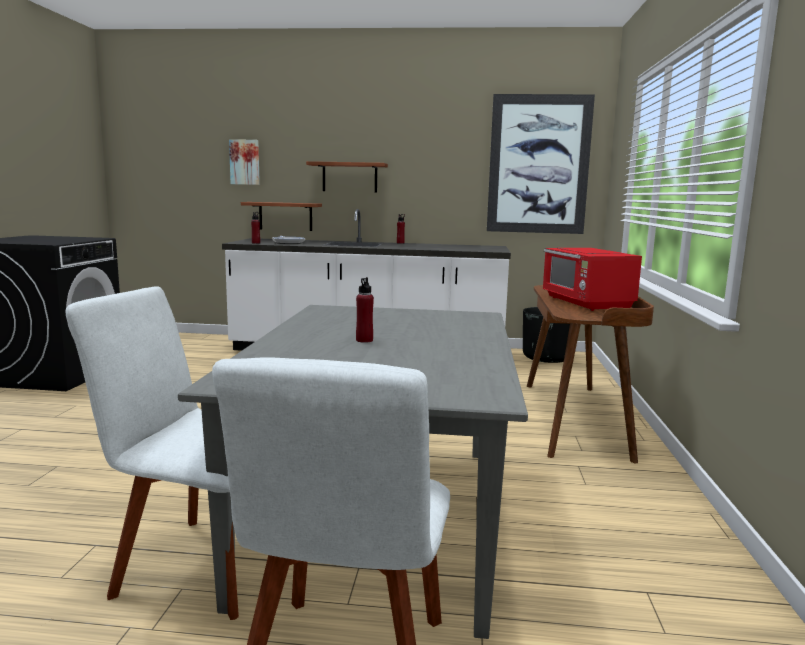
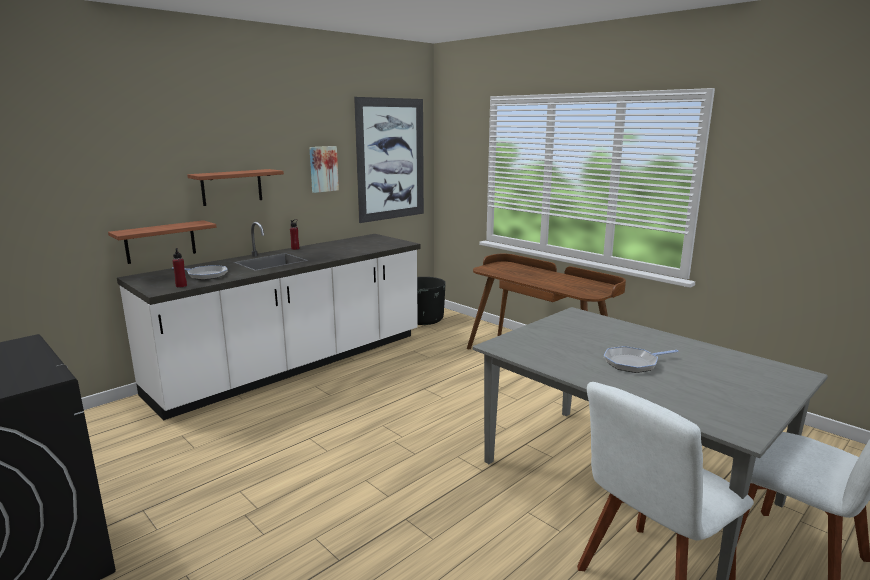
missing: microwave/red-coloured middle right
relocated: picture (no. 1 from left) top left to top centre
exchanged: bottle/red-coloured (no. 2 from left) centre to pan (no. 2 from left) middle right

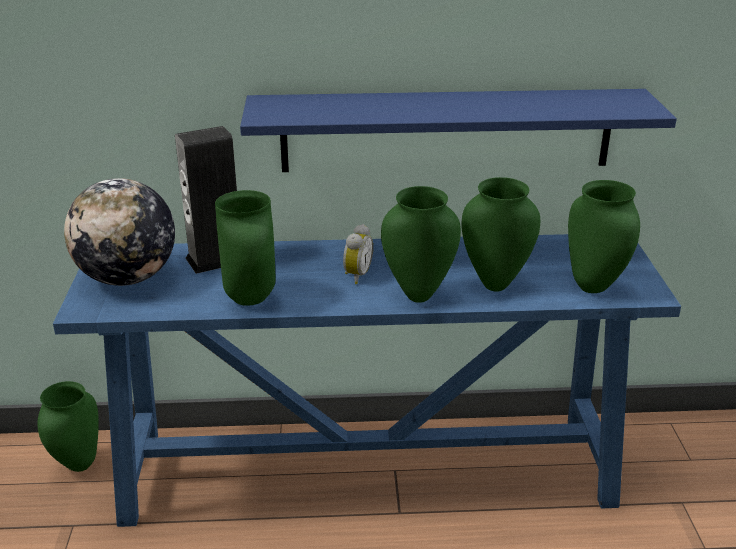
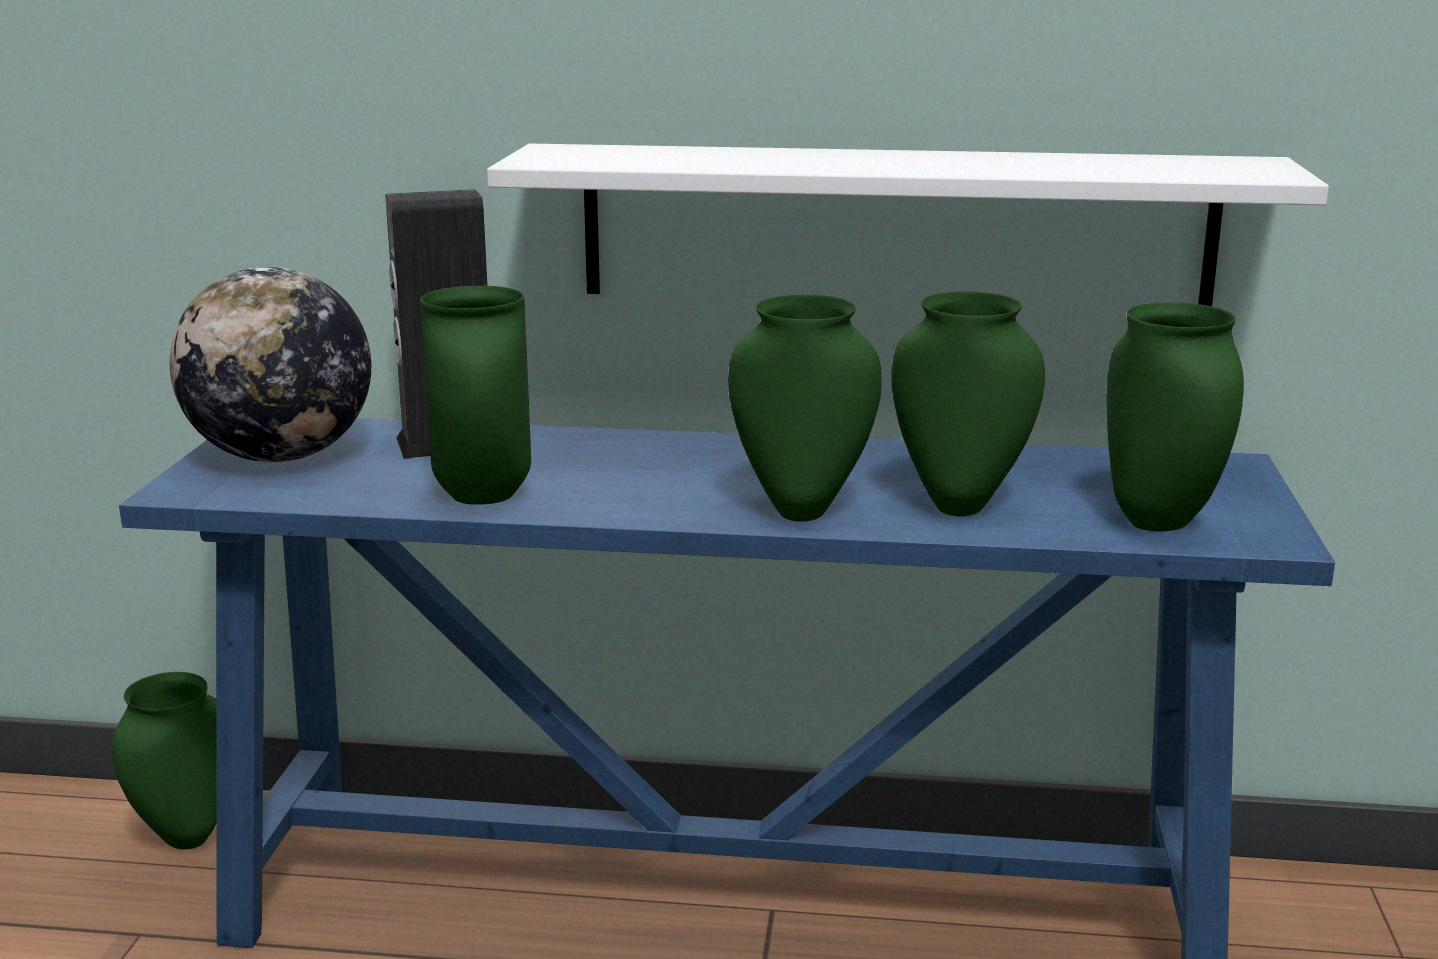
missing: table clock centre
colour: shelf/bluish top centre to shelf/whitish top centre

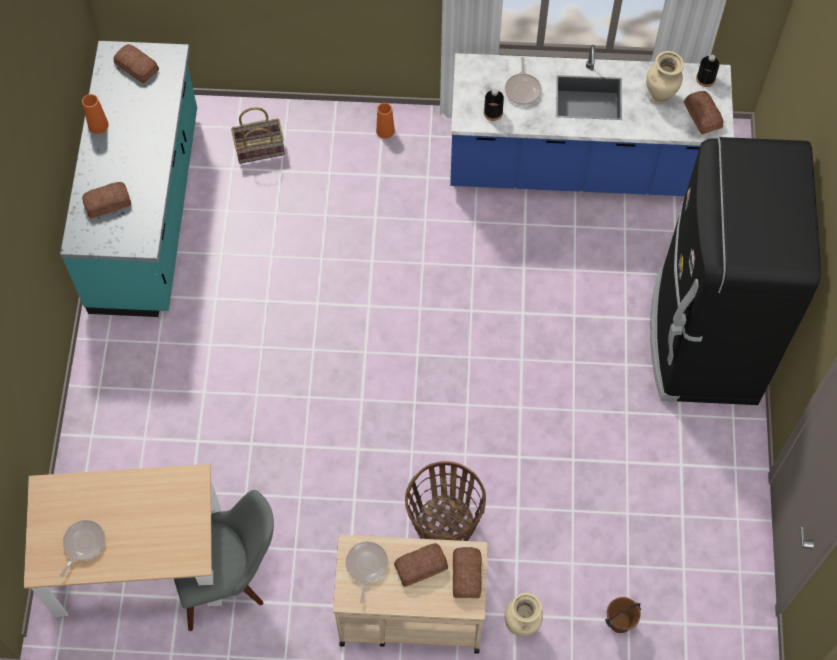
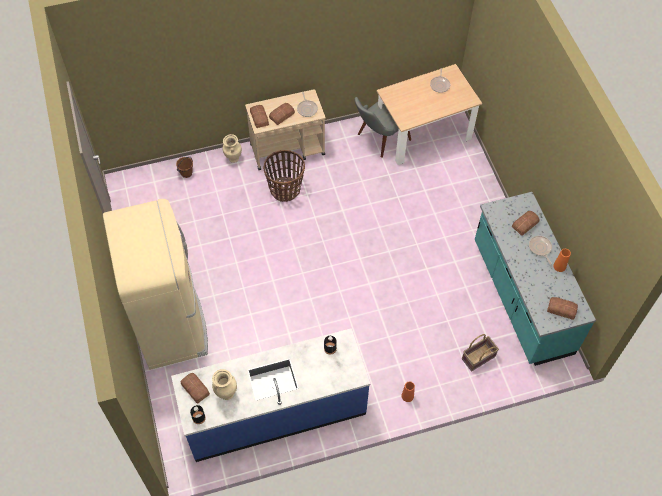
relocated: pan (no. 3 from left) top centre to middle right
colour: kitchen fridge/black-coloured middle right to kitchen fridge/sand-coloured middle left

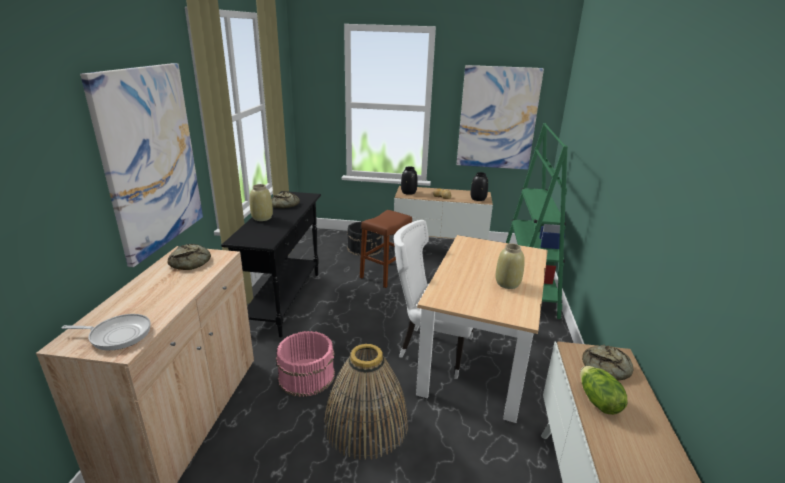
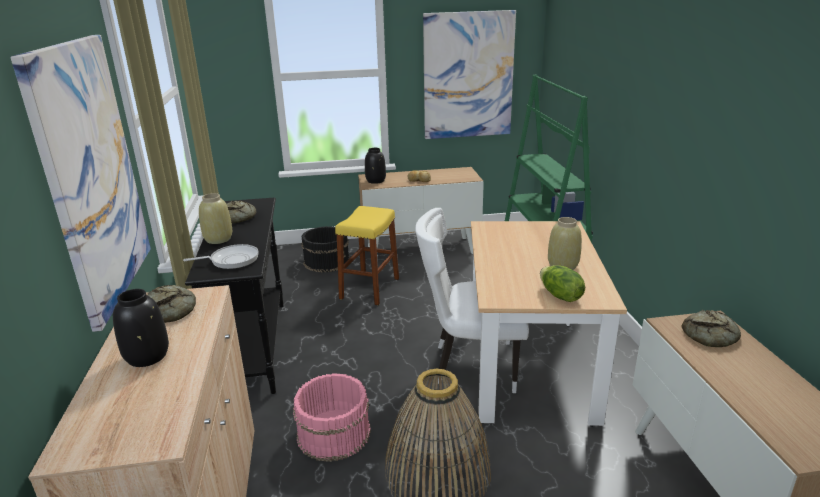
relocated: pan bottom left to middle left; vase/black-coloured (no. 2 from left in the first image) centre to vase/black-coloured (no. 1 from left) middle left; head of lettuce bottom right to middle right
colour: stool seat/brownish centre to stool seat/yellowish centre

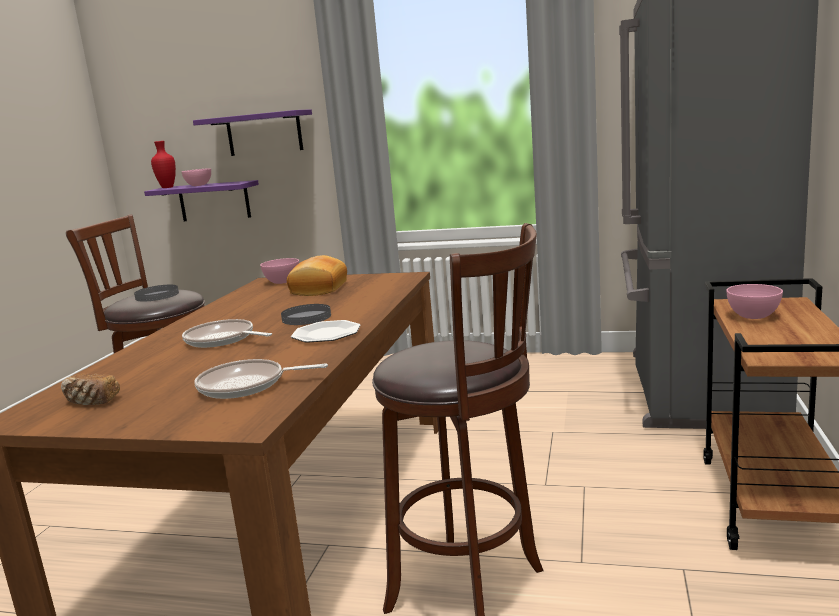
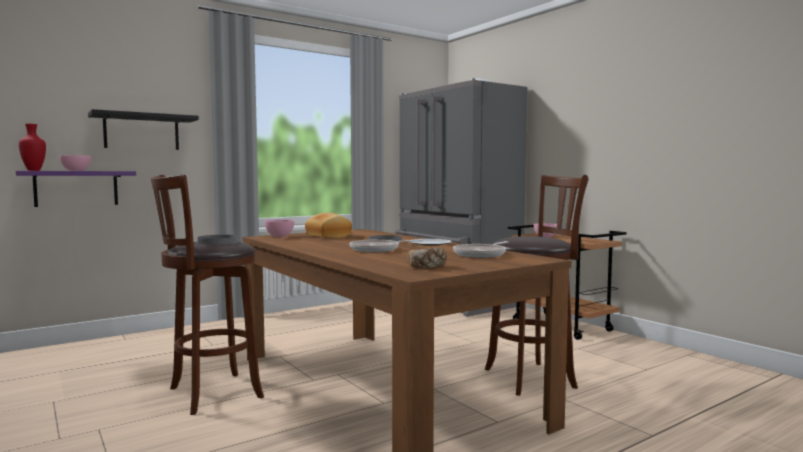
colour: shelf/purple (no. 2 from left) top left to shelf/black-coloured top left

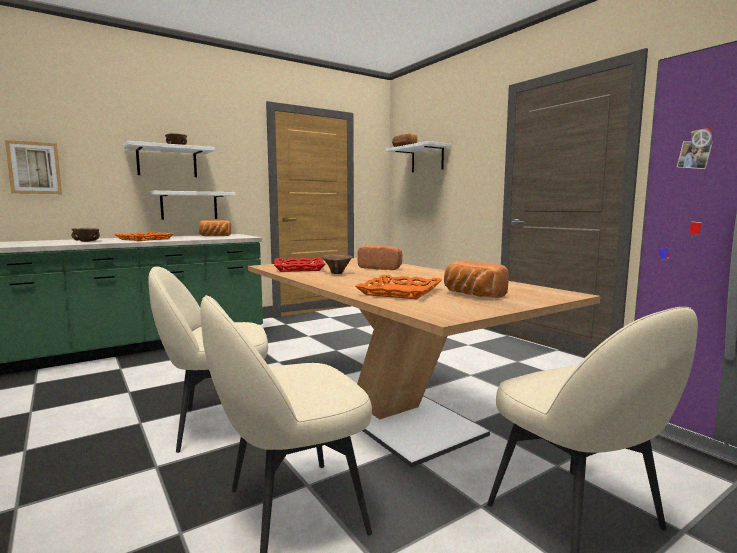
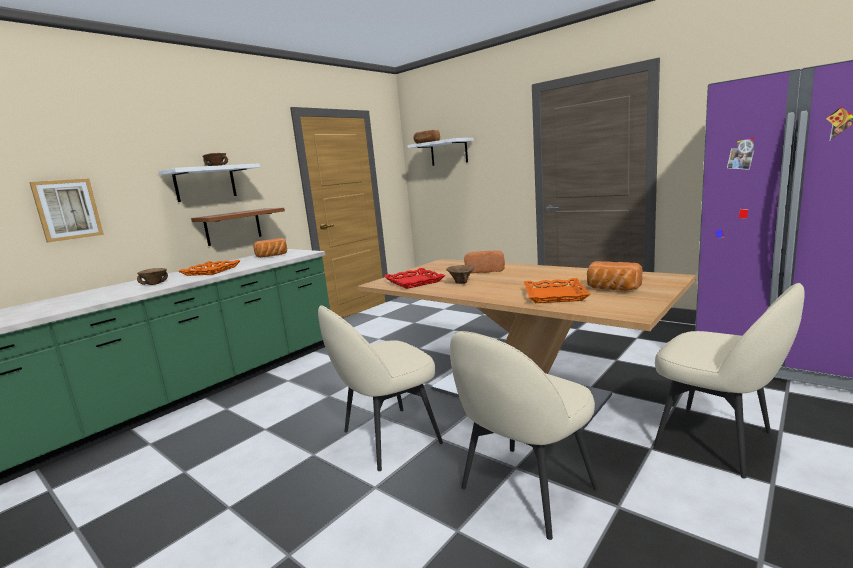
colour: shelf/whitish (no. 2 from left) middle left to shelf/brownish middle left

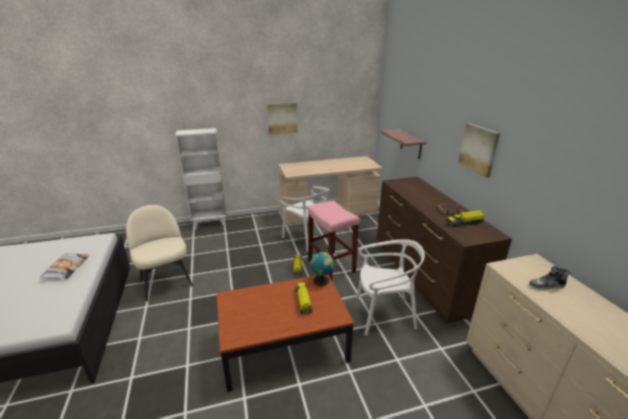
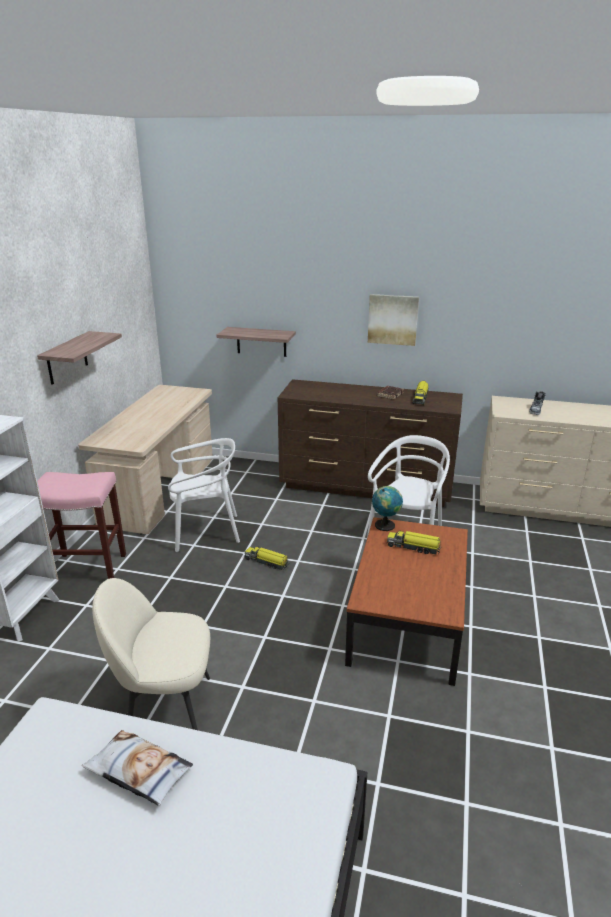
relocated: stool seat/pink-coloured centre to middle left
exchanged: picture (no. 1 from left) top centre to shelf (no. 1 from left) middle left

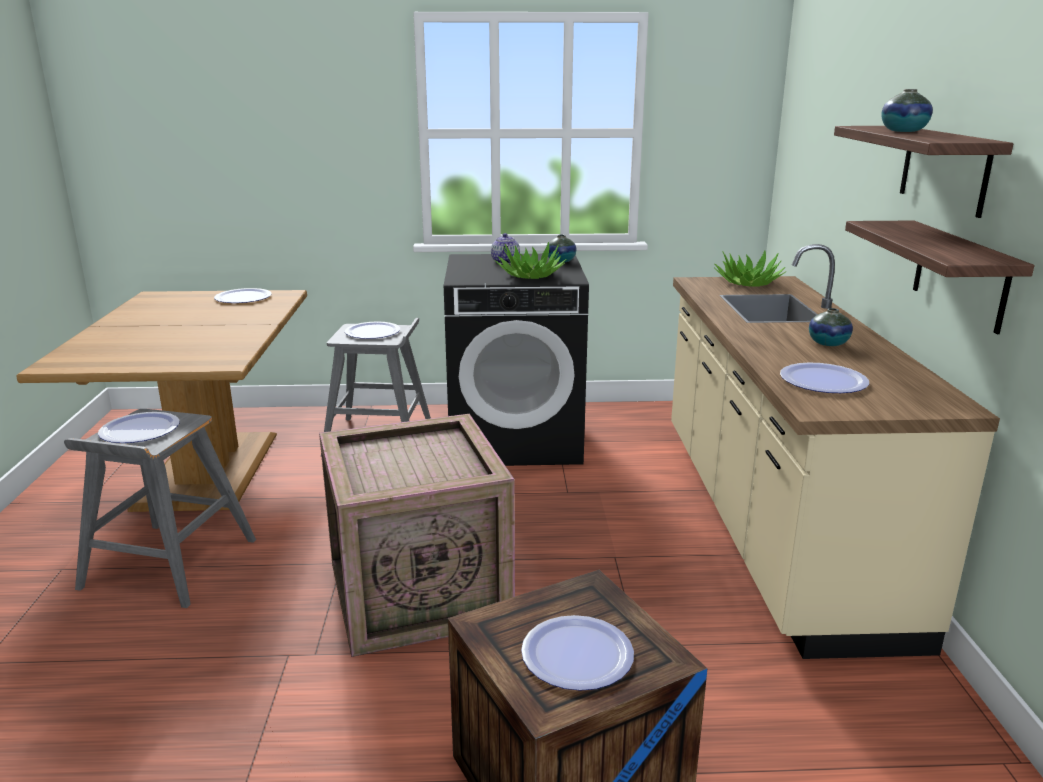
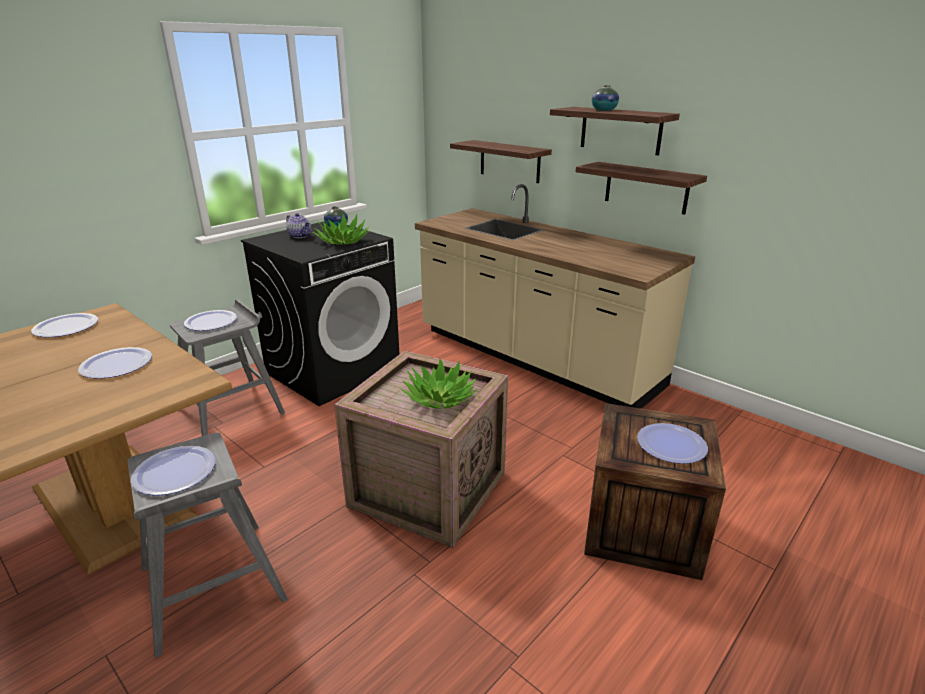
missing: vase (no. 2 from left) middle right
appeared: shelf (no. 1 from left) top centre
relocated: plant in a pot (no. 2 from left) middle right to centre; plate (no. 5 from left in the first image) middle right to plate (no. 2 from left) middle left

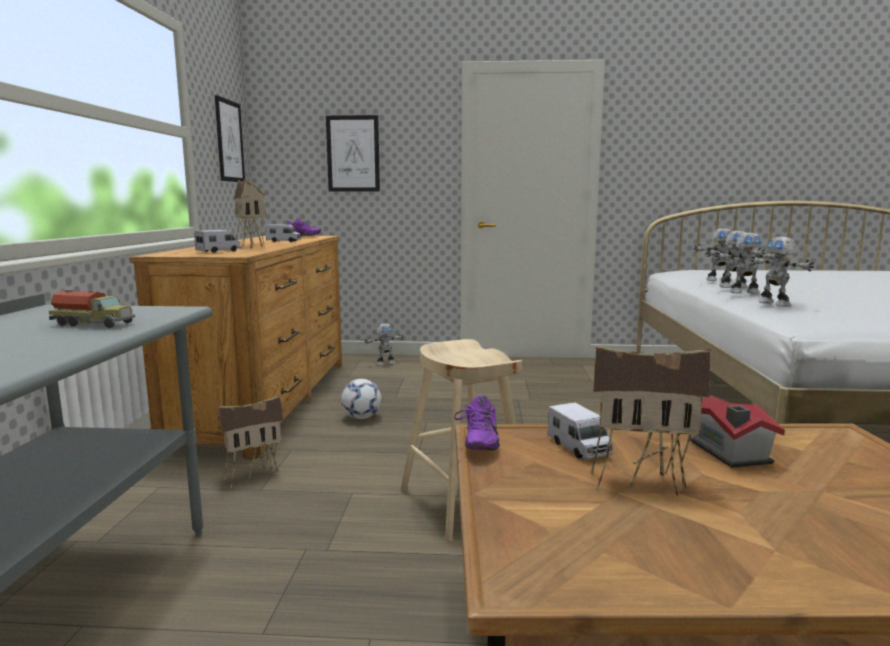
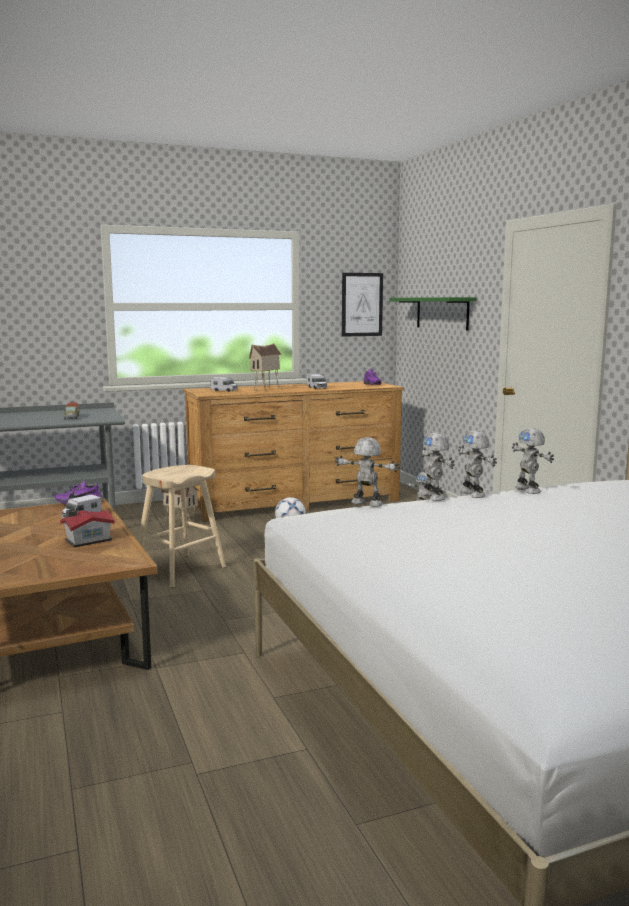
missing: toy house (no. 3 from left) middle right
exchanged: picture (no. 2 from left) top centre to shelf/greenish middle right
spun: toy robot (no. 5 from left in the first image) middle right = centre 75 degrees clockwise

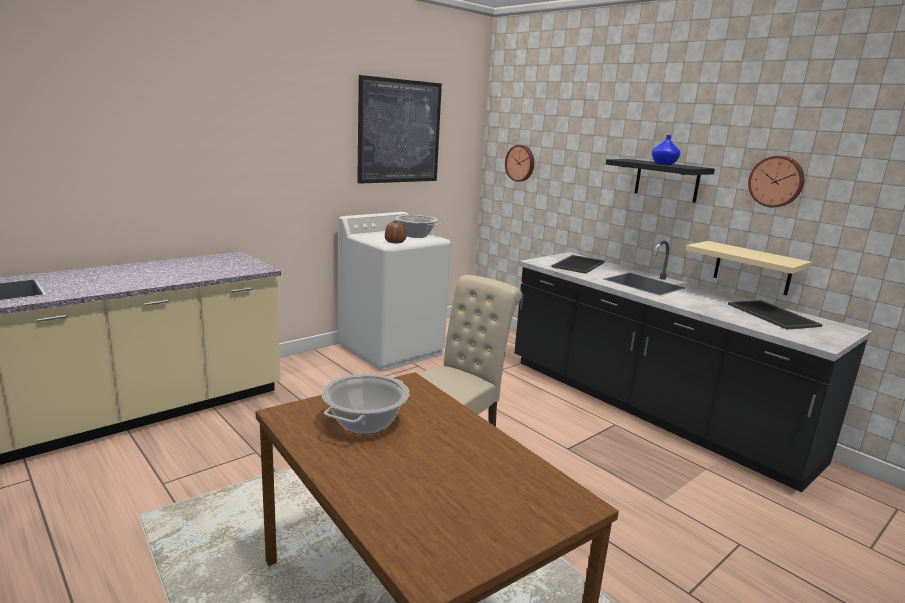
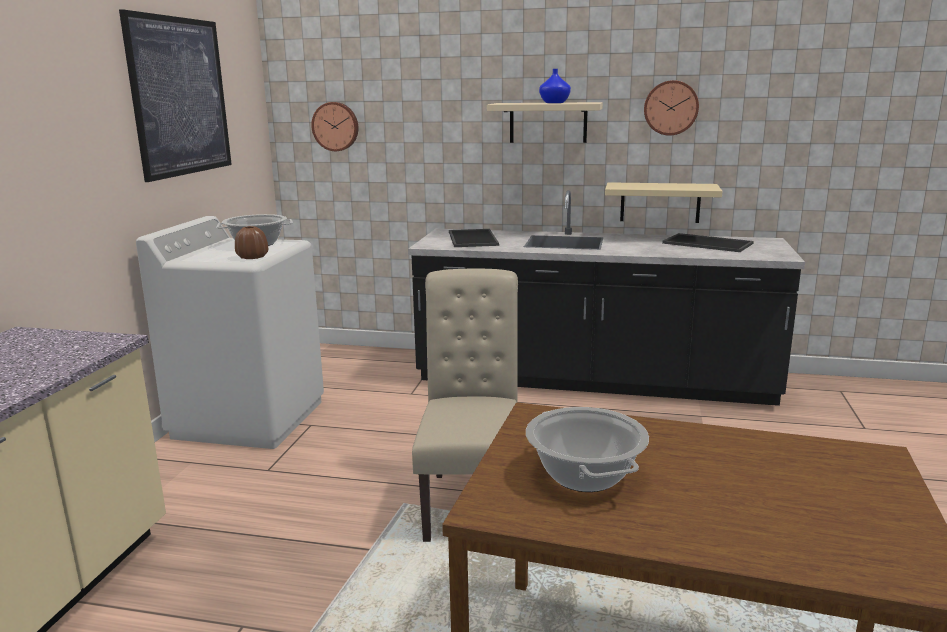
colour: shelf/black-coloured top right to shelf/sand-coloured (no. 1 from left) top centre

